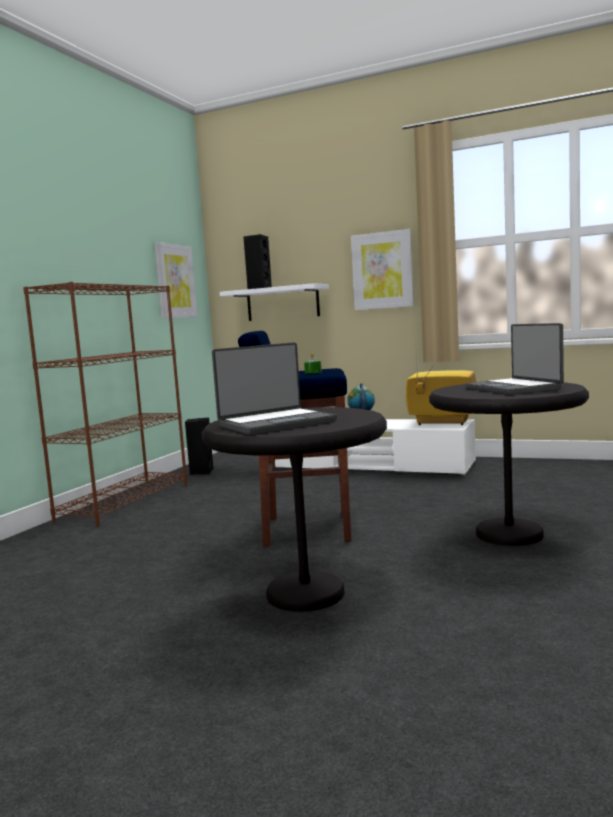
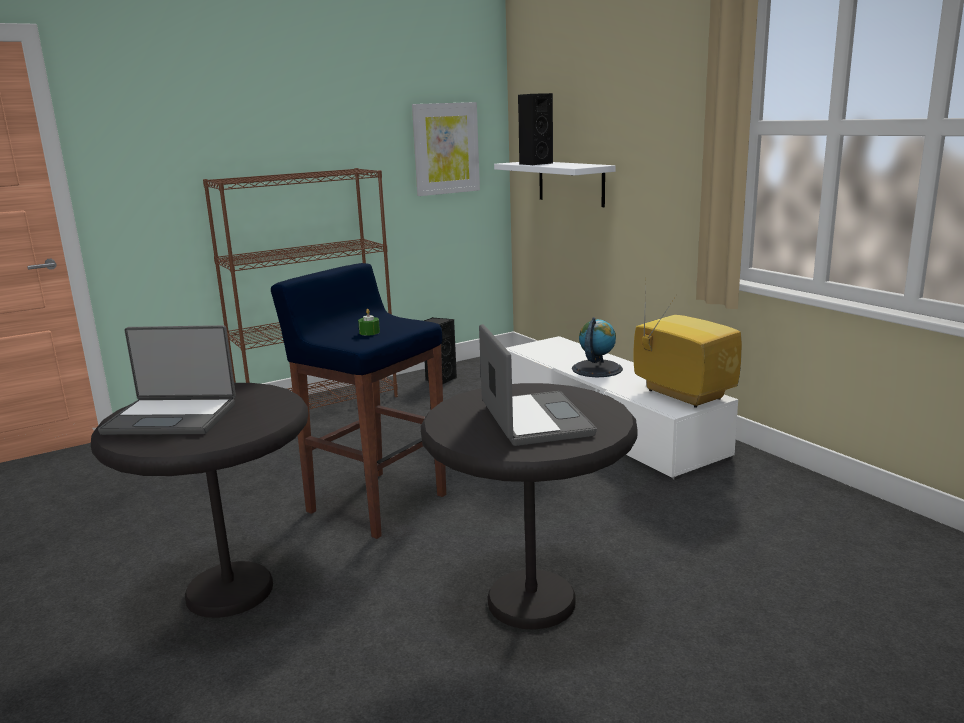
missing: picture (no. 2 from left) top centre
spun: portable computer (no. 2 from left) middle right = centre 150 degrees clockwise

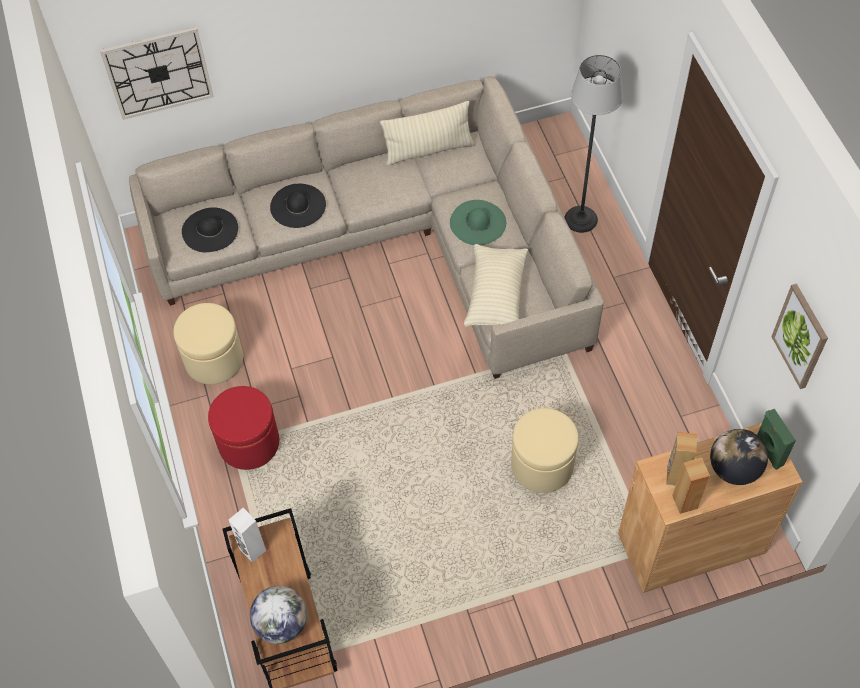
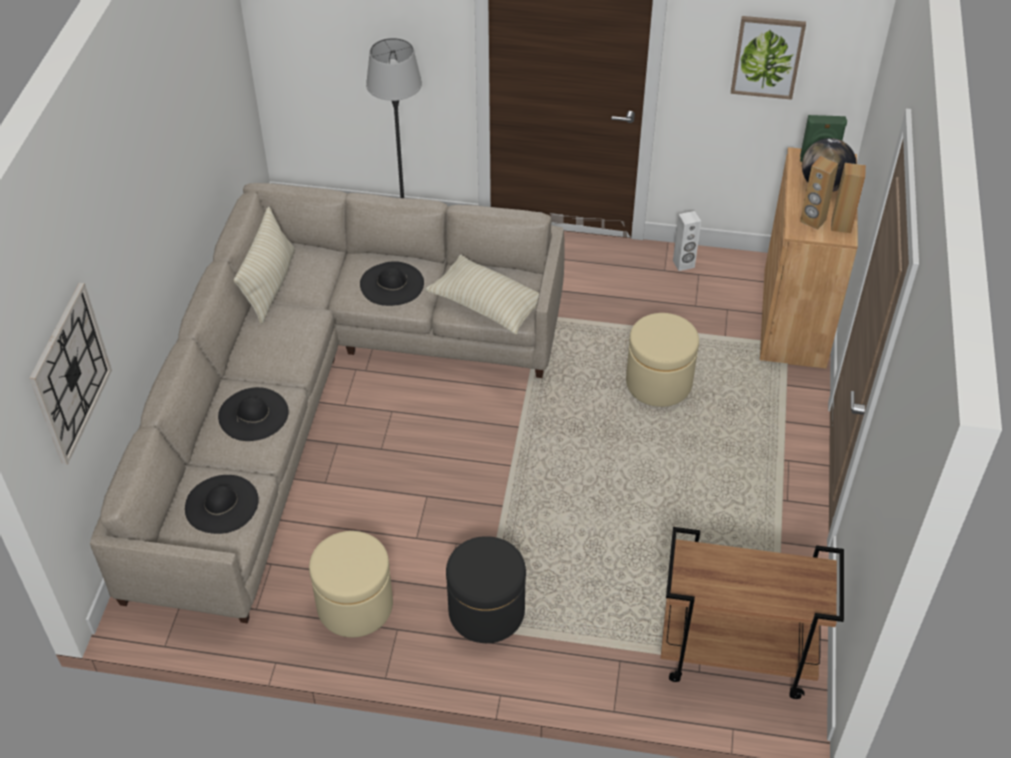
missing: world globe (no. 1 from left) bottom left
relocated: speaker/whitish bottom left to top right
colour: footrest/red-coloured middle left to footrest/black-coloured bottom centre; hat/greenish top centre to hat/black-coloured (no. 3 from left) centre

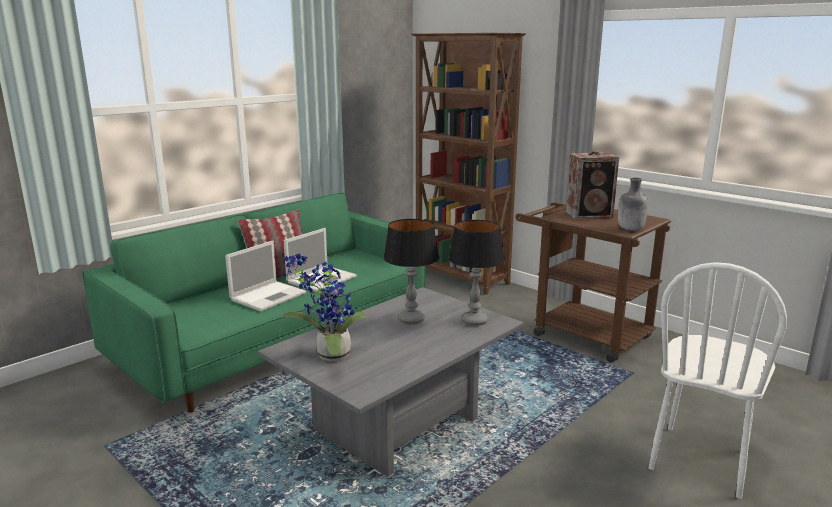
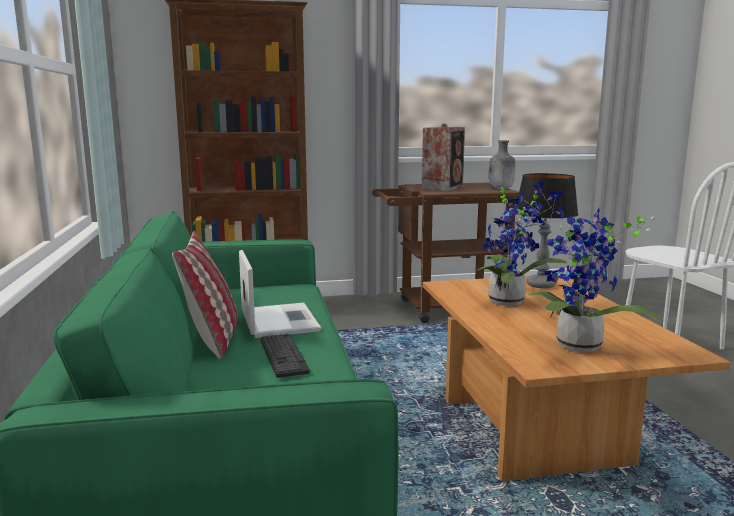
exchanged: portable computer (no. 1 from left) middle left to keyboard bottom centre; tabletop lamp (no. 1 from left) centre to plant in a pot (no. 1 from left) middle right
colour: lounge table/grey bottom centre to lounge table/brownish bottom right

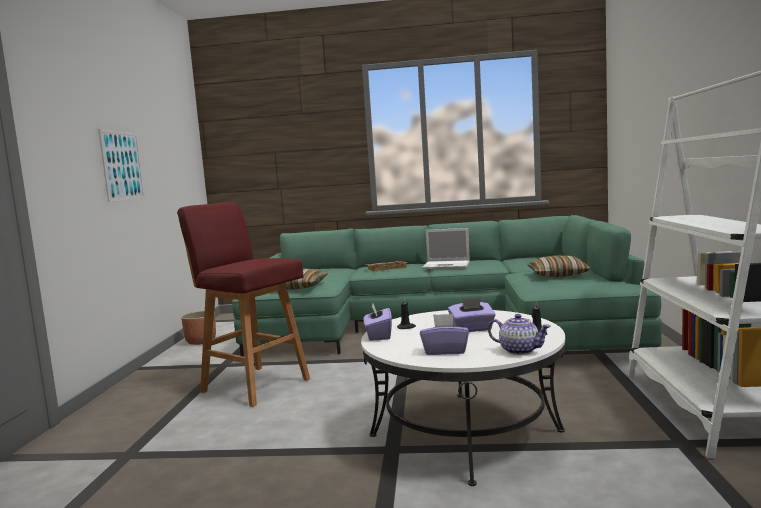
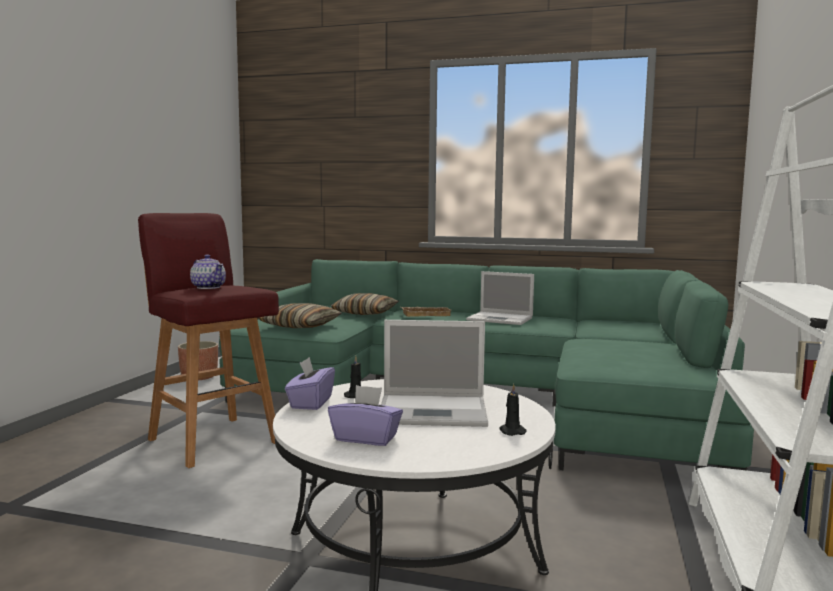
missing: picture top left
relocated: tea pot middle right to middle left; pillow (no. 2 from left) middle right to centre
exchanged: box of tissues/purple (no. 3 from left) centre to portable computer (no. 1 from left) centre

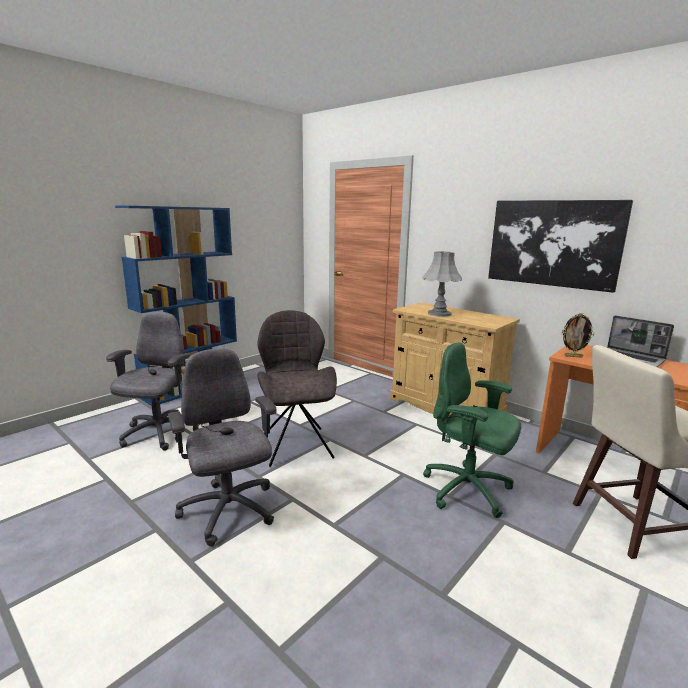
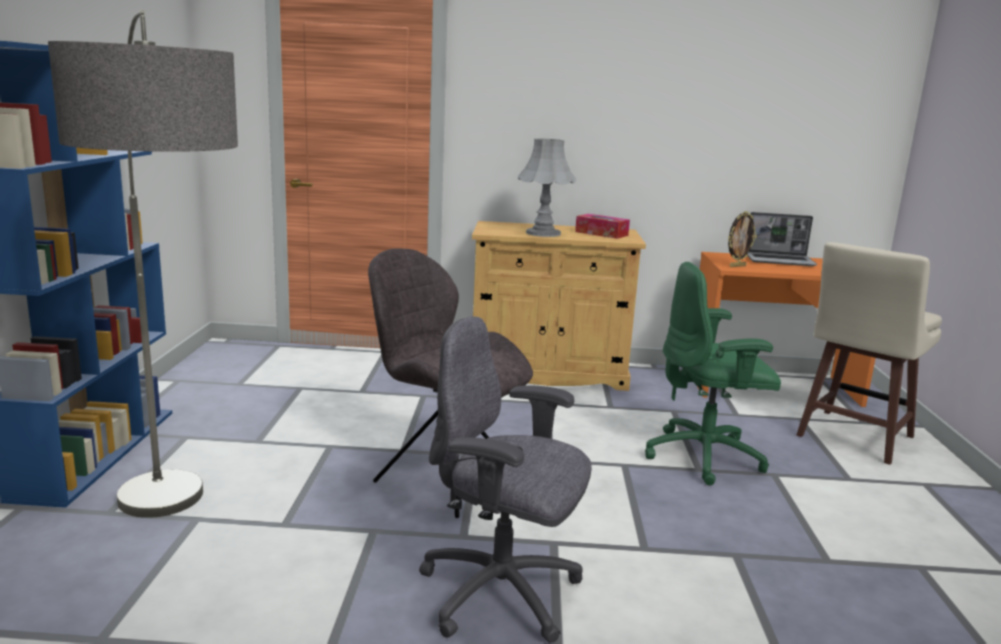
missing: picture middle right
appeared: box of tissues centre
exchanged: computer chair/grey (no. 1 from left) middle left to standing lamp middle left

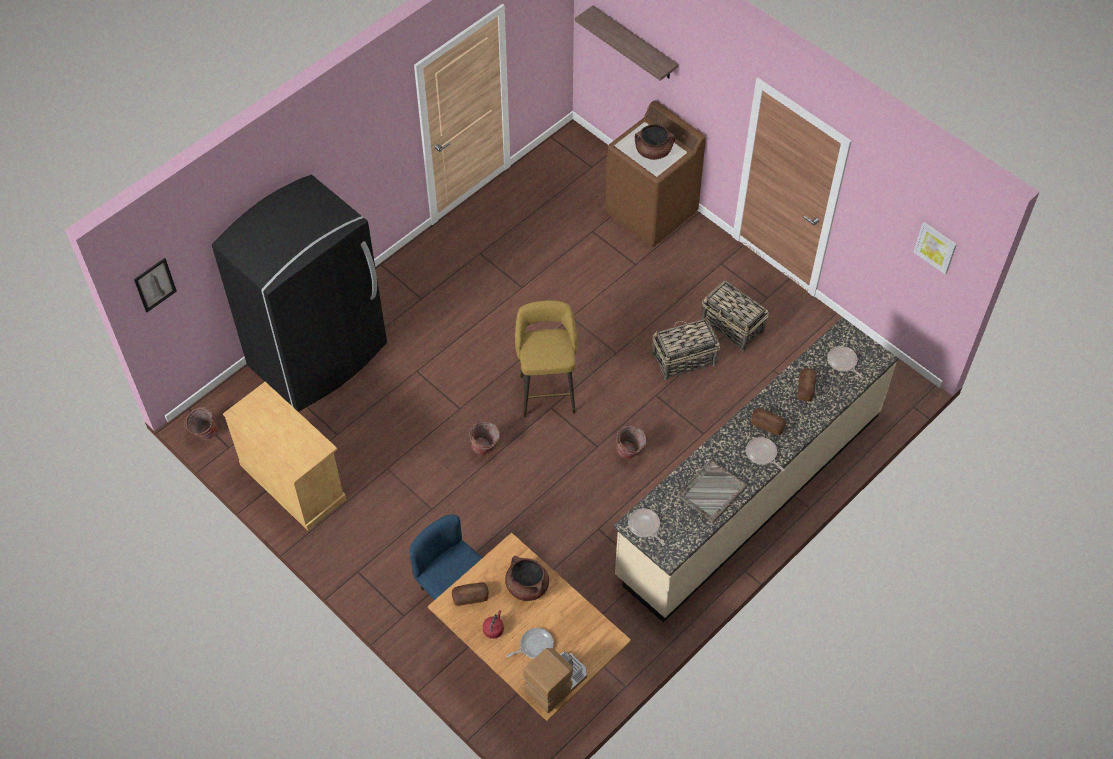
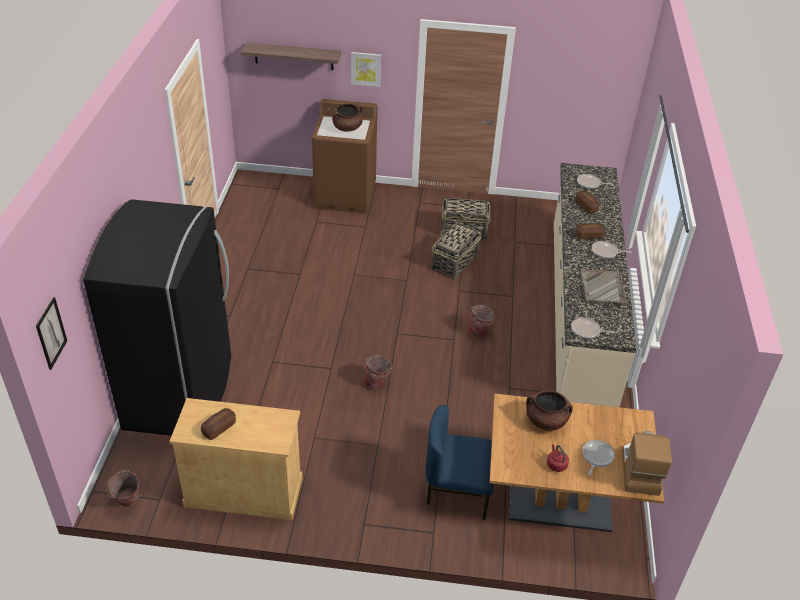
missing: stool seat/yellowish centre
relocated: bread (no. 1 from left) bottom centre to bottom left; picture (no. 2 from left) top right to top centre

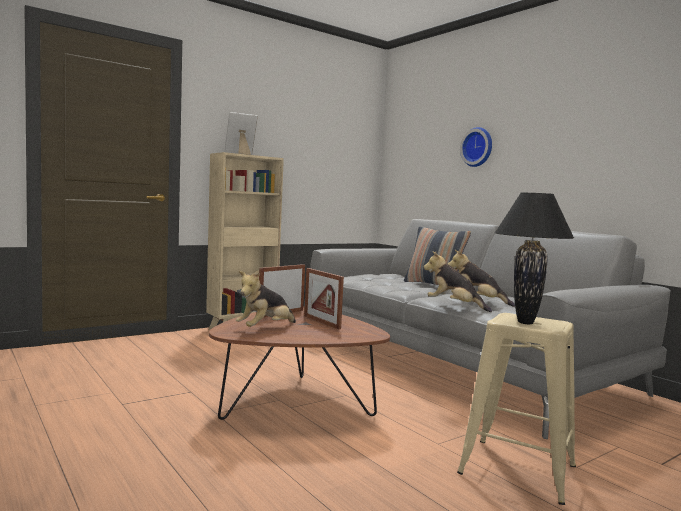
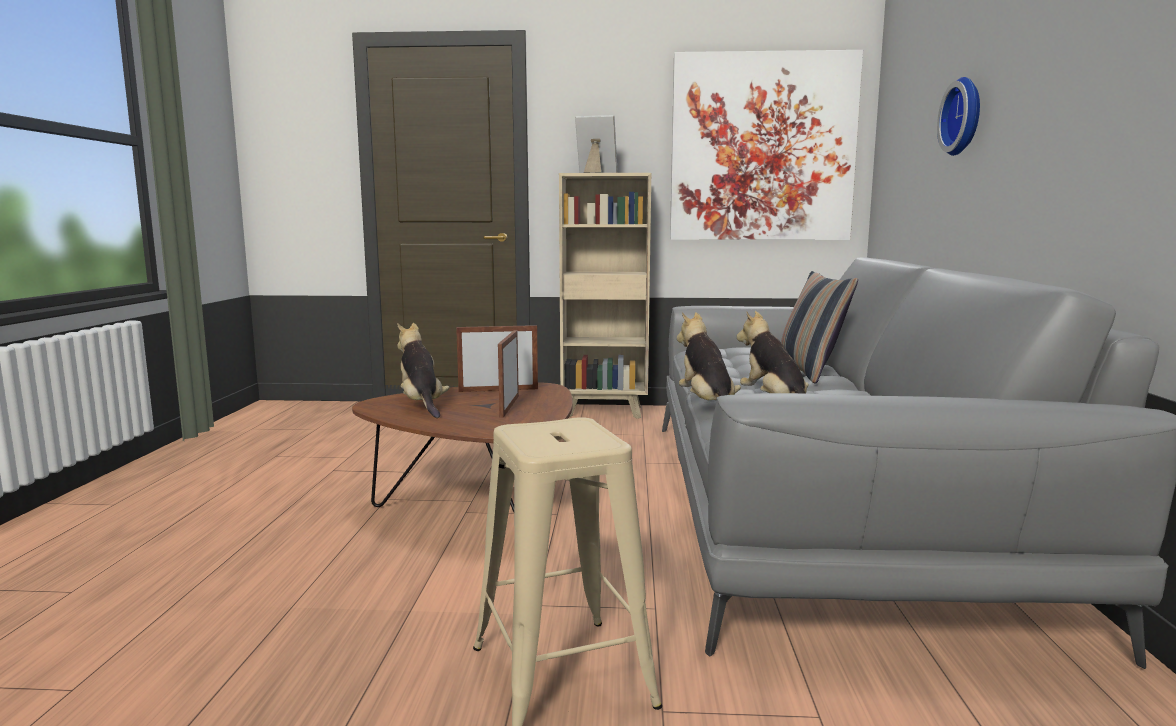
missing: tabletop lamp/black-coloured middle right
appeared: picture top centre
spun: cuddly toy (no. 1 from left) centre = centre 75 degrees clockwise

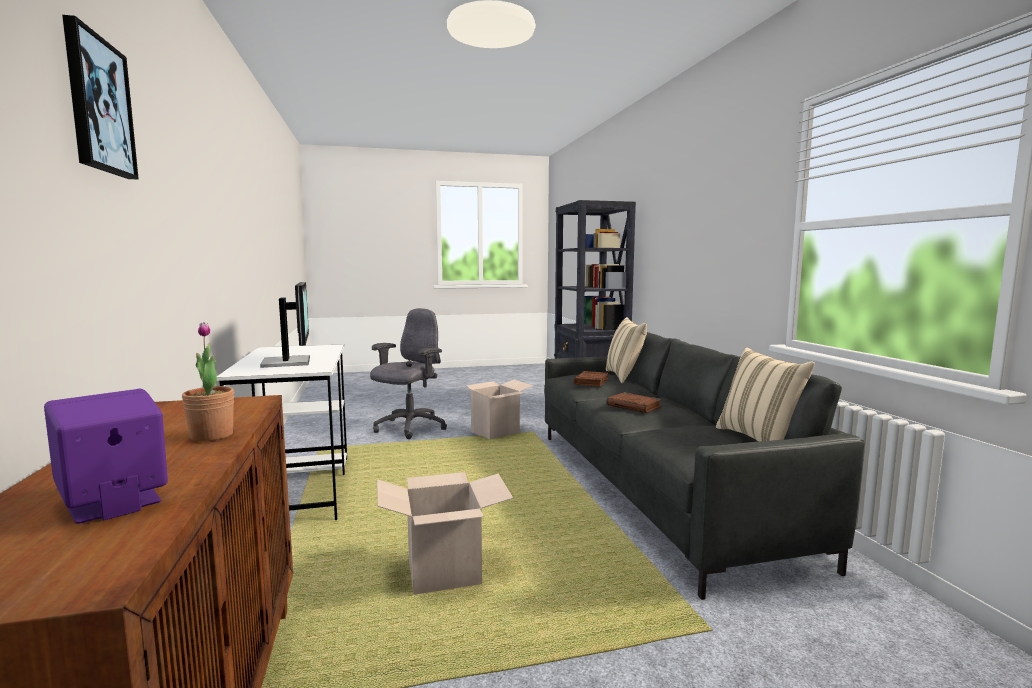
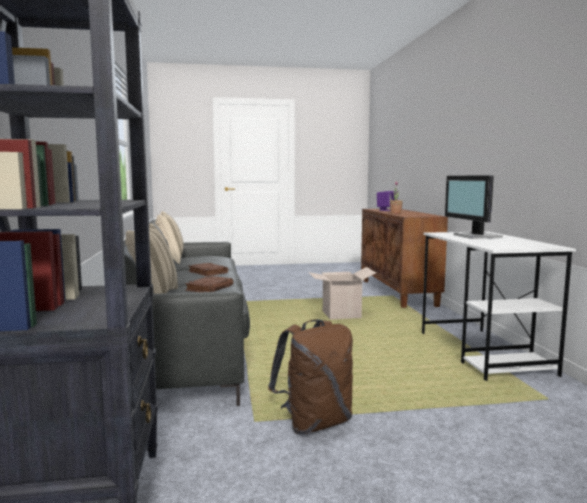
missing: picture top left; computer chair/grey centre
exchanged: cardboard box (no. 2 from left) centre to knapsack/brownish bottom centre

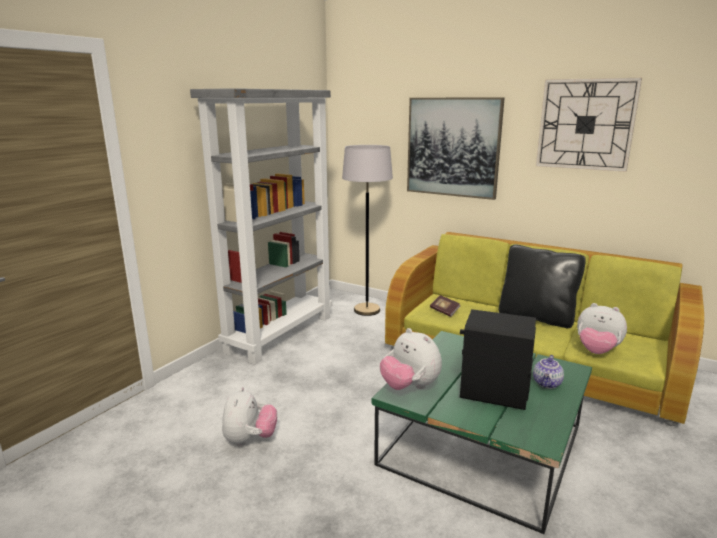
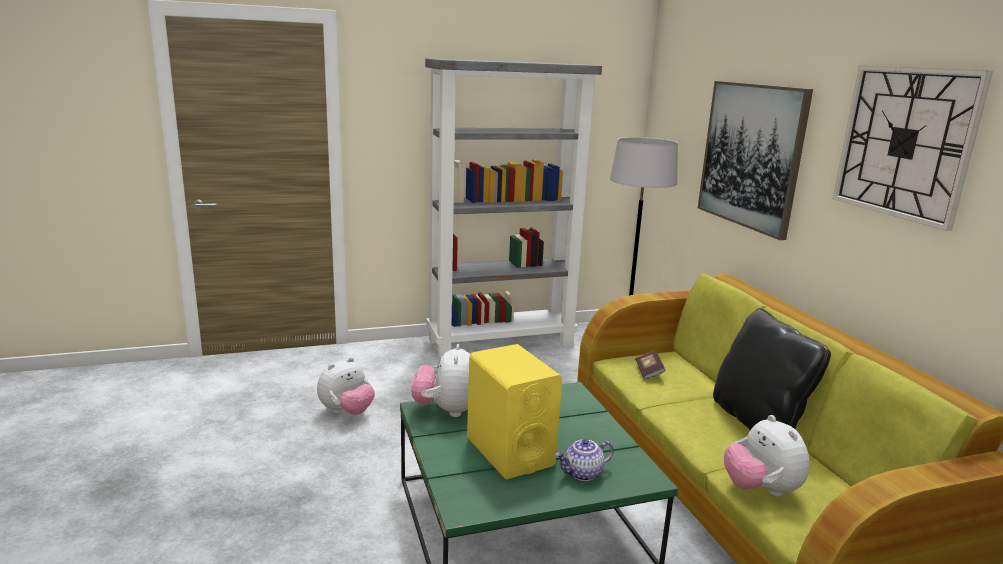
colour: speaker/black-coloured bottom right to speaker/yellowish bottom centre

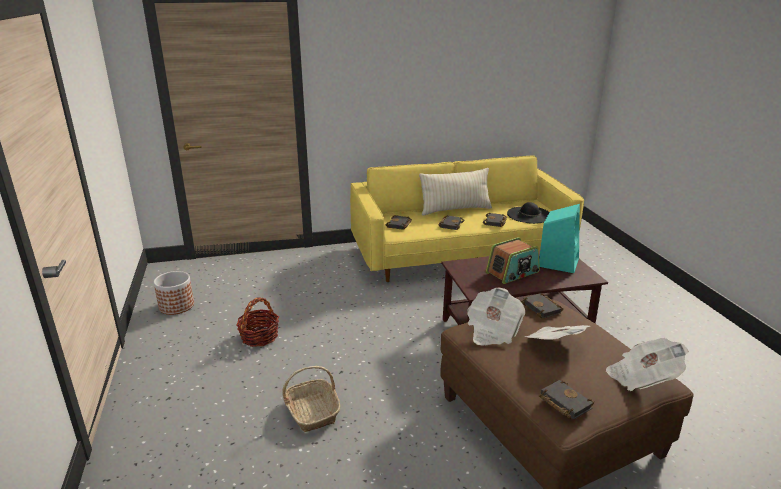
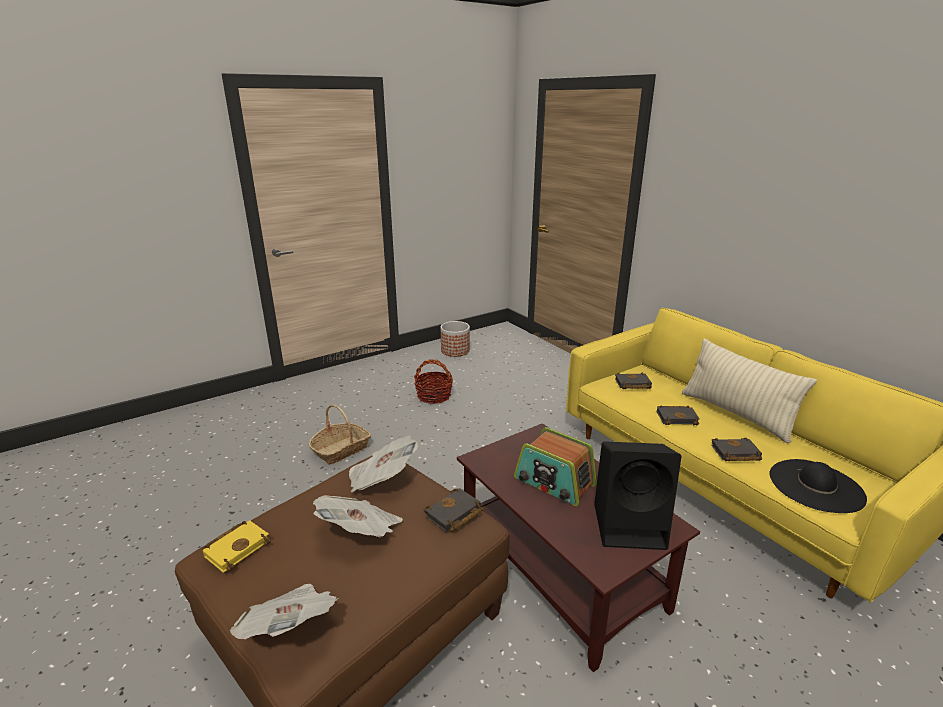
colour: speaker/turquoise-coloured middle right to speaker/black-coloured bottom right; bound book/black-coloured (no. 5 from left) bottom right to bound book/yellowish bottom left

